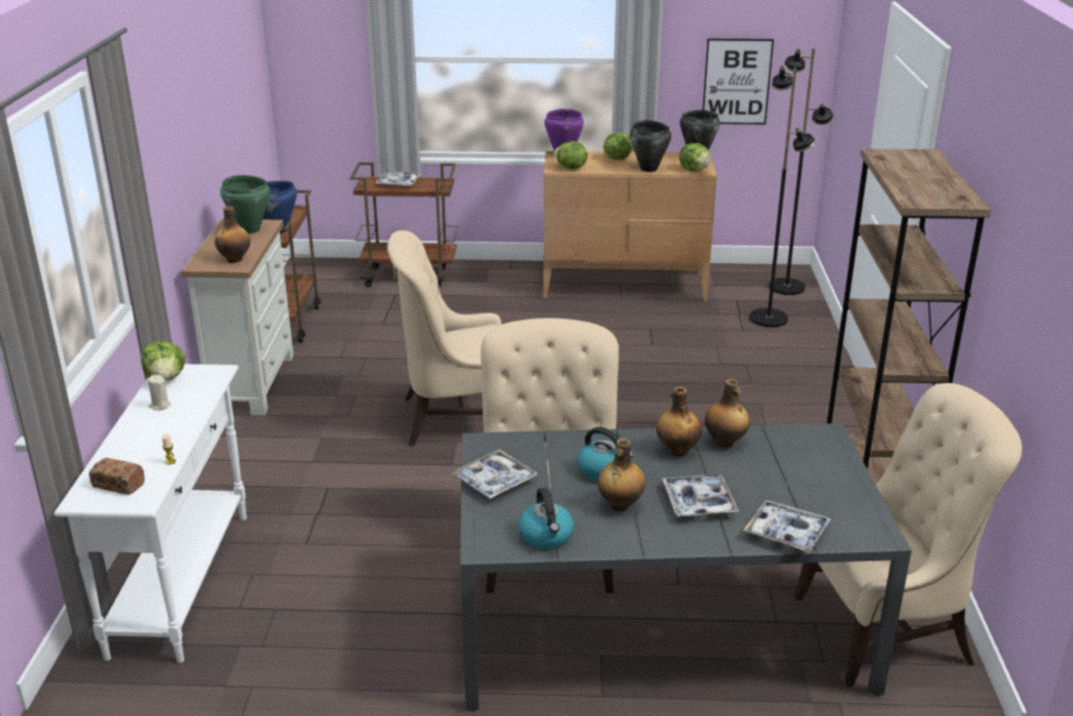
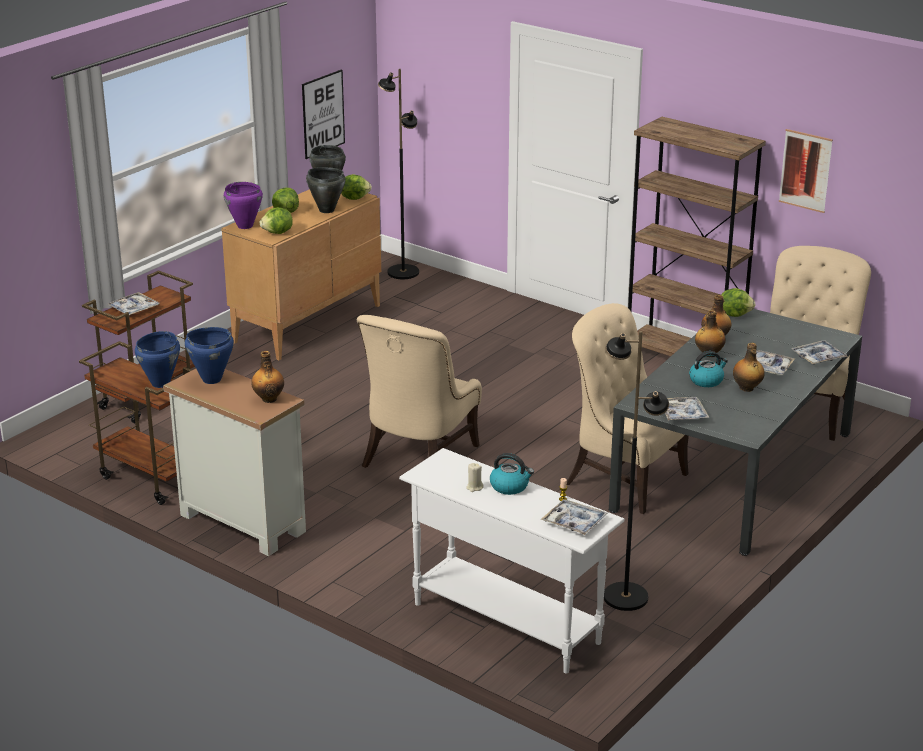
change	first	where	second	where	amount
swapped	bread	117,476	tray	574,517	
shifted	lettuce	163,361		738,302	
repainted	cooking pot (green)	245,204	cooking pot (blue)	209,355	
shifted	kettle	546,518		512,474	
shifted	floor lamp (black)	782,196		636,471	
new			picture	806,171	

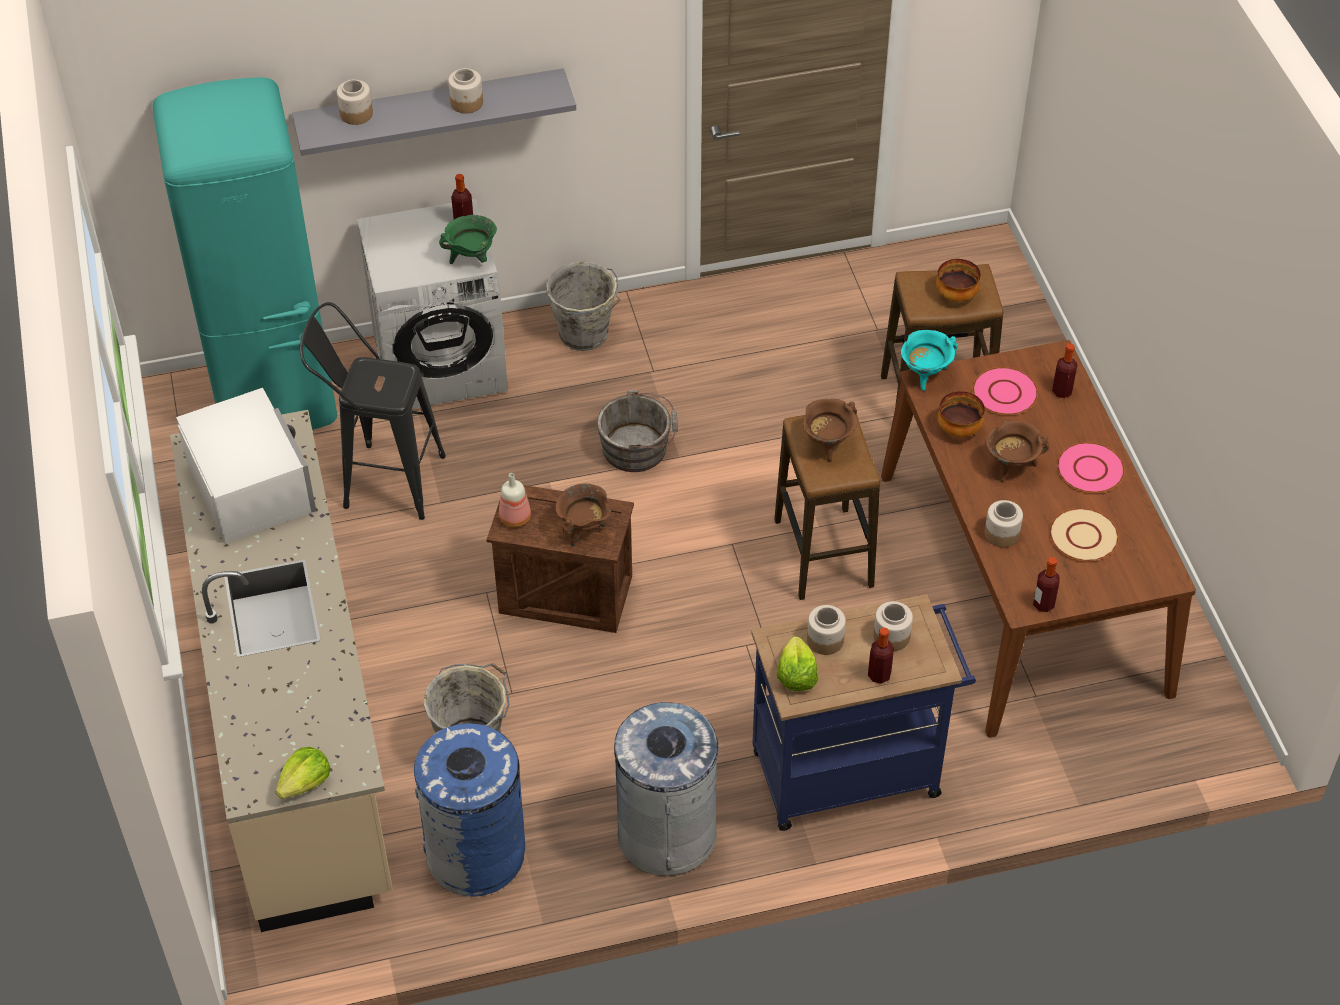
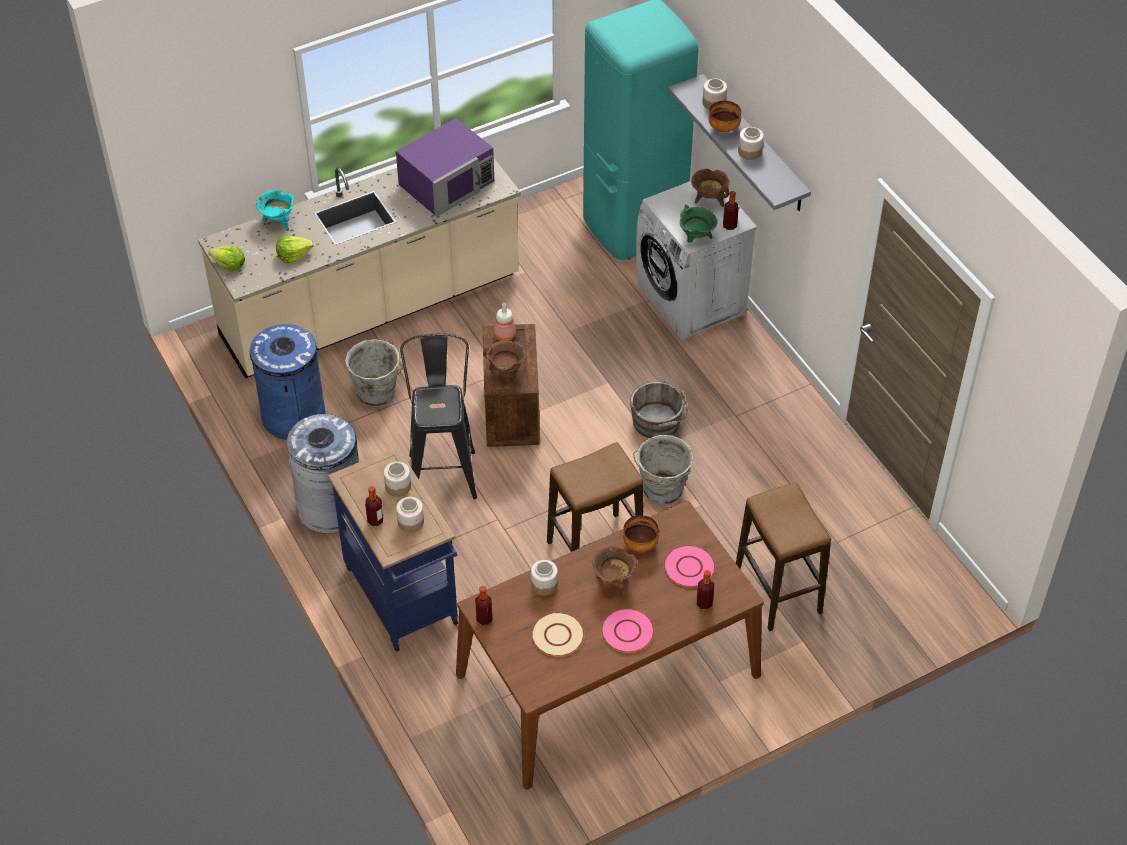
change	first	where	second	where	amount
repainted	microwave (white)	246,466	microwave (purple)	445,167	
shifted	stool (black)	373,411		438,416	
shifted	bucket (grey)	583,306		663,470	
shifted	lettuce	797,663		295,249	
shifted	cooking pot (brown)	830,430		710,188	
shifted	cooking pot (turquoise)	929,360		275,210	
shifted	bowl	958,280		724,117	

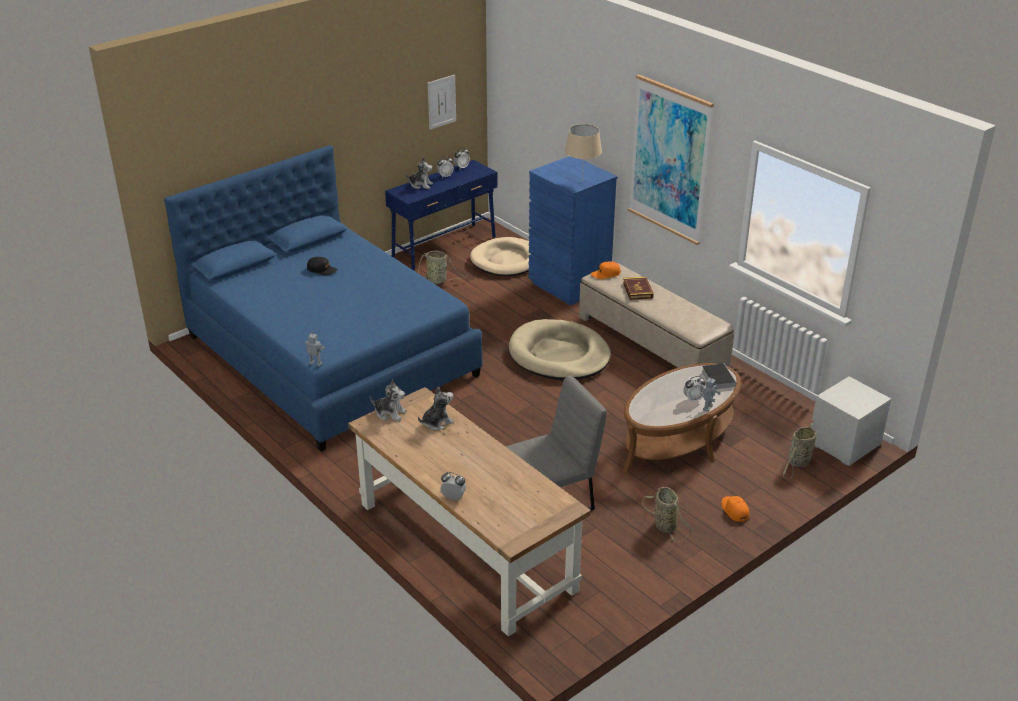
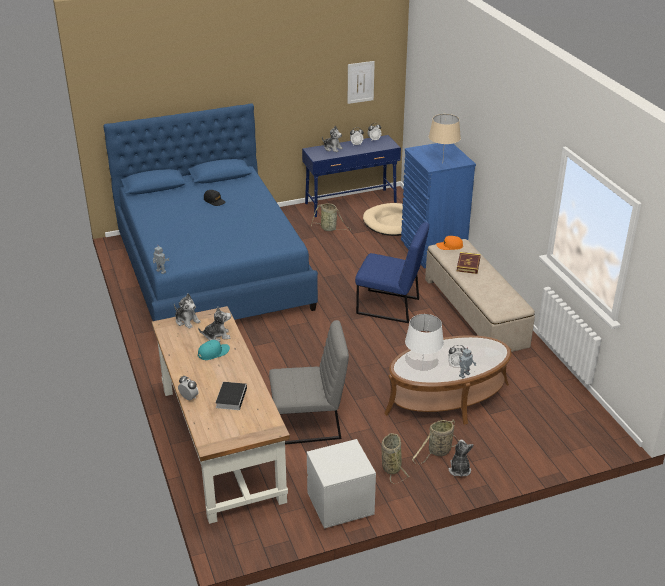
change	first	where	second	where	amount
swapped	dog bed (beige)	560,349	chair (blue)	392,272	
gone	picture	671,160			
shifted	book	719,376		231,396	
swapped	cap (orange)	735,509	plush toy	461,458	
shifted	basket	799,451		435,441	
shifted	nightstand (white)	851,421		341,484	
new			cap (turquoise)	214,350	
new			table lamp (white)	424,342	

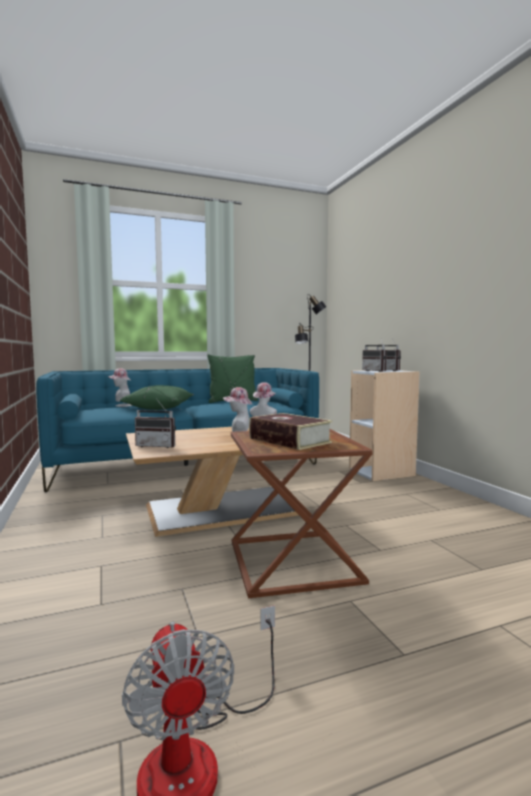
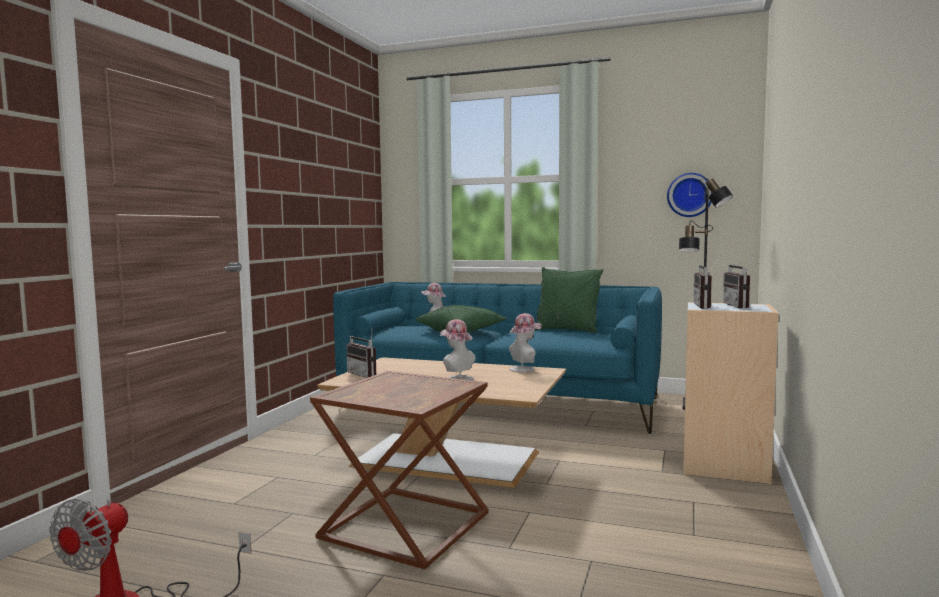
change	first	where	second	where	amount
gone	book	290,431			
new			wall clock	689,195	

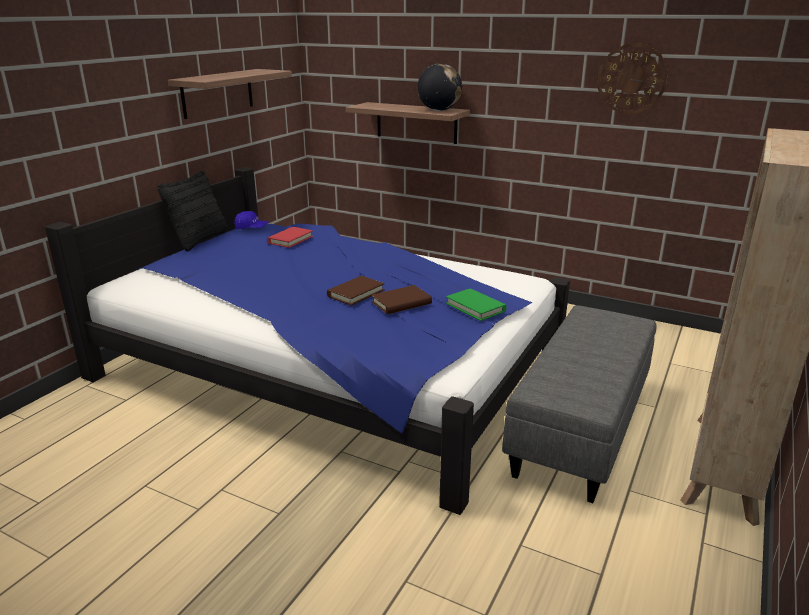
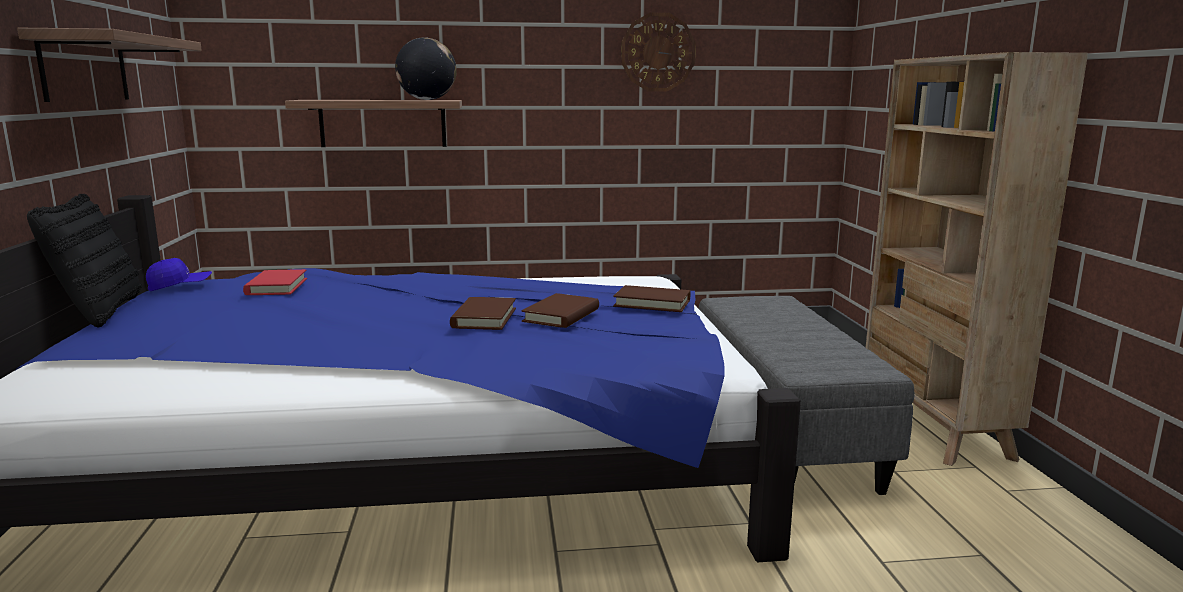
change	first	where	second	where	amount
repainted	book (green)	476,304	book (brown)	651,298	

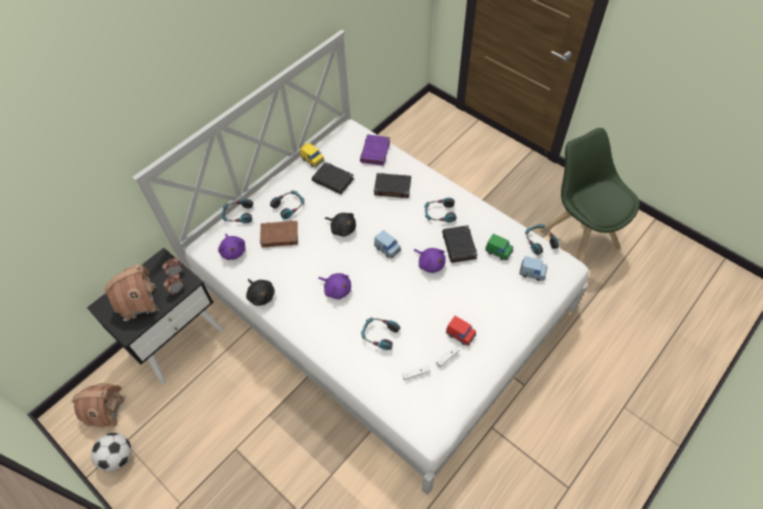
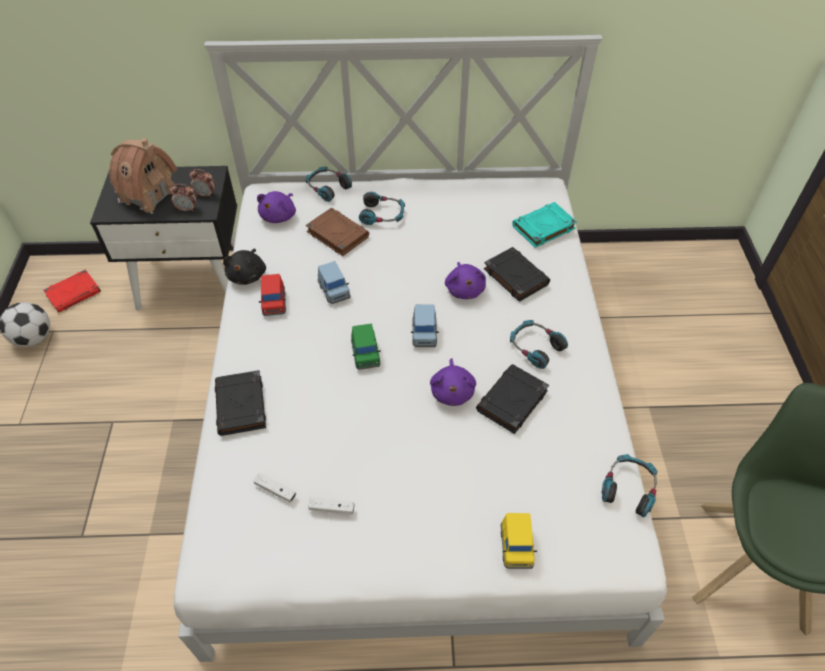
change	first	where	second	where	amount
swapped	toy house	99,405	book (red)	72,291	
shifted	toy car (yellow)	312,154		518,541	
shifted	book (black)	333,178		240,403	
shifted	plush toy (purple)	334,286		465,280	
gone	plush toy (black)	340,224			
repainted	book (purple)	375,150	book (turquoise)	544,225	
gone	headphones	380,333			
shifted	toy car (red)	461,331		272,295	
shifted	toy car (green)	499,247		366,347	
shifted	toy car (blue)	533,268		334,282	

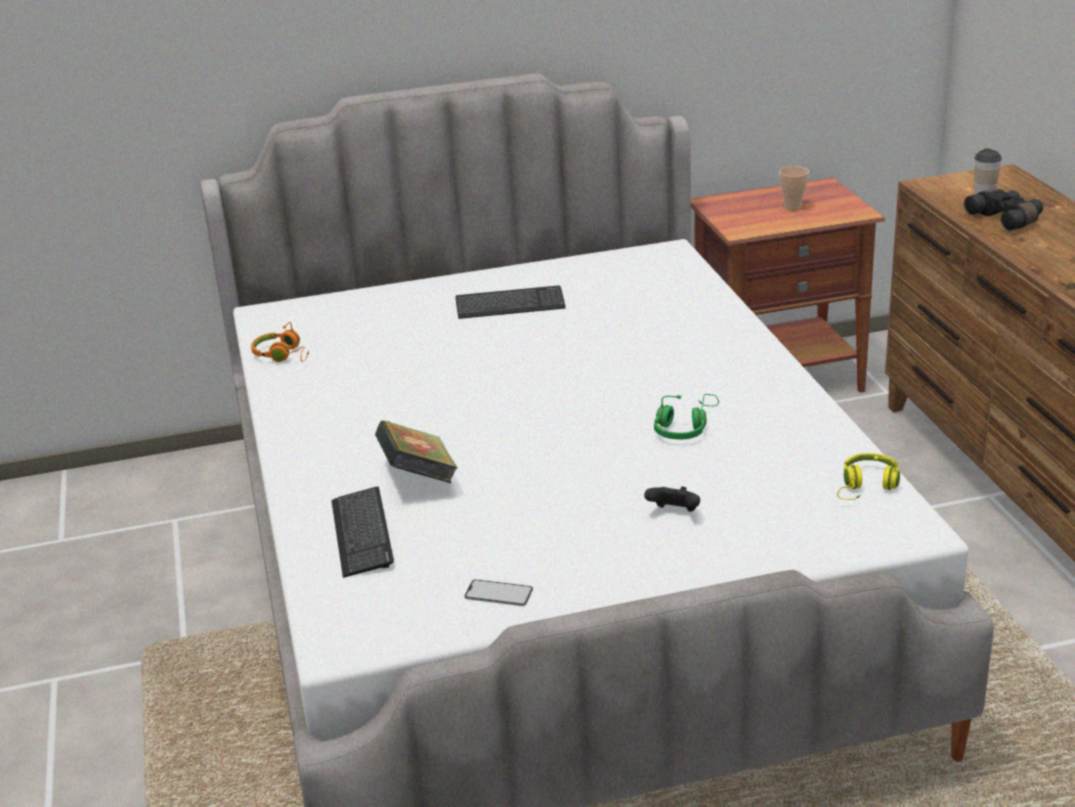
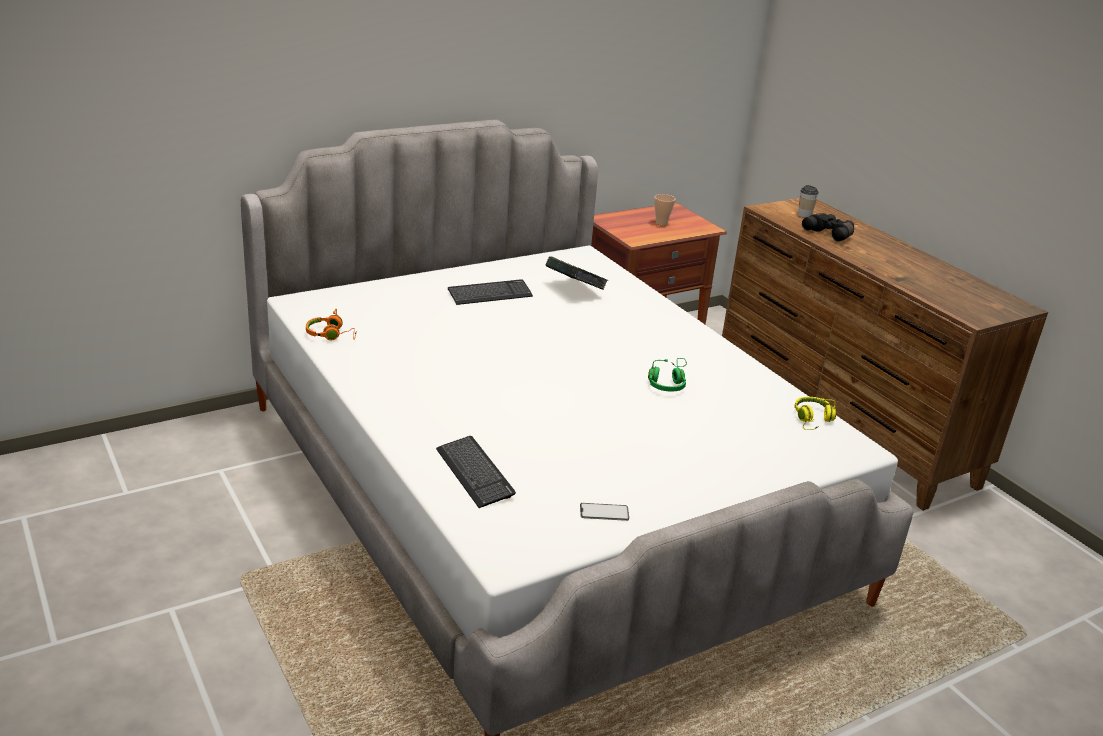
change	first	where	second	where	amount
shifted	book	416,452		577,273	
gone	game controller (black)	672,499			

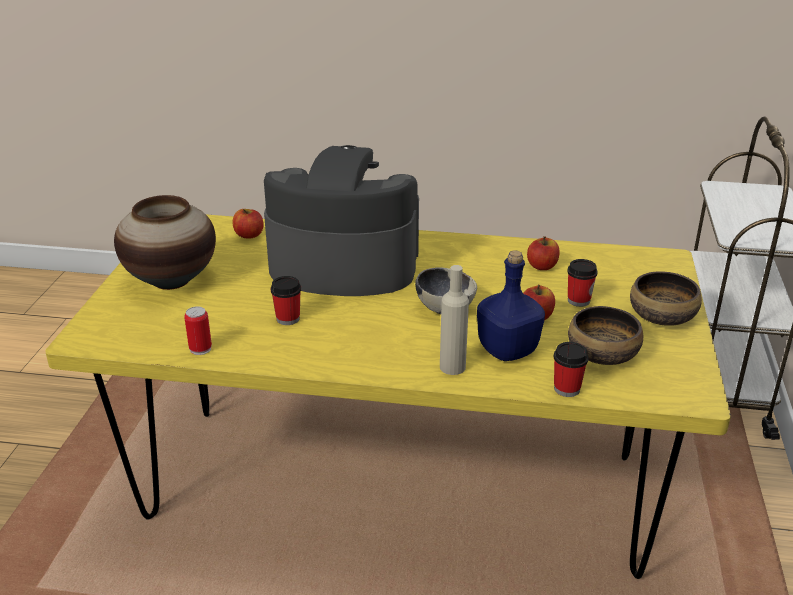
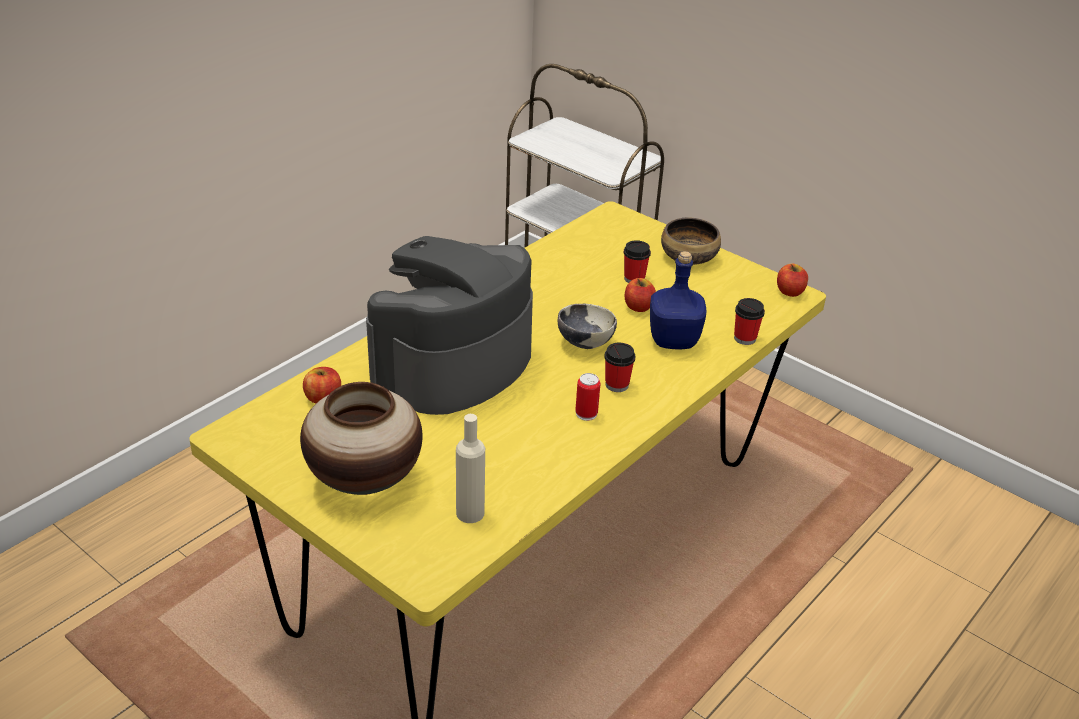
change	first	where	second	where	amount
shifted	can	198,330		587,397	
shifted	cup	286,300		619,367	
shifted	bottle (beige)	454,320		470,468	
shifted	apple	543,253		792,280	
gone	bowl	605,335			

